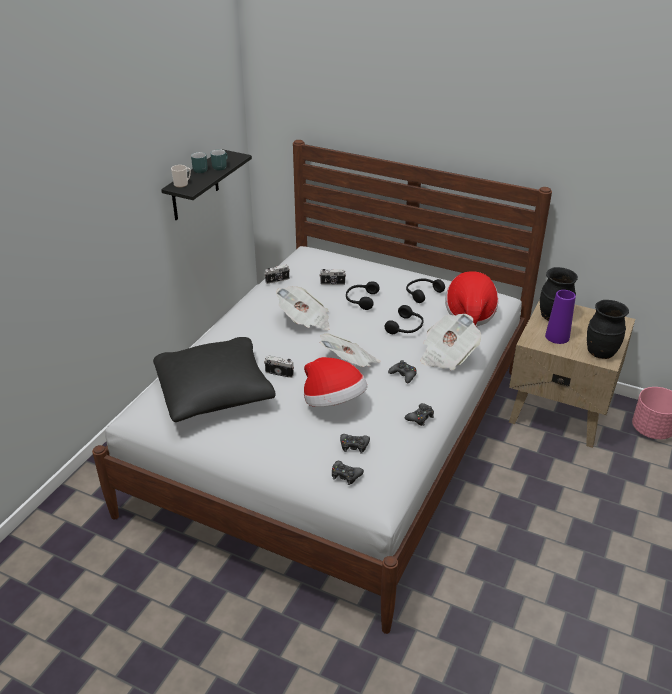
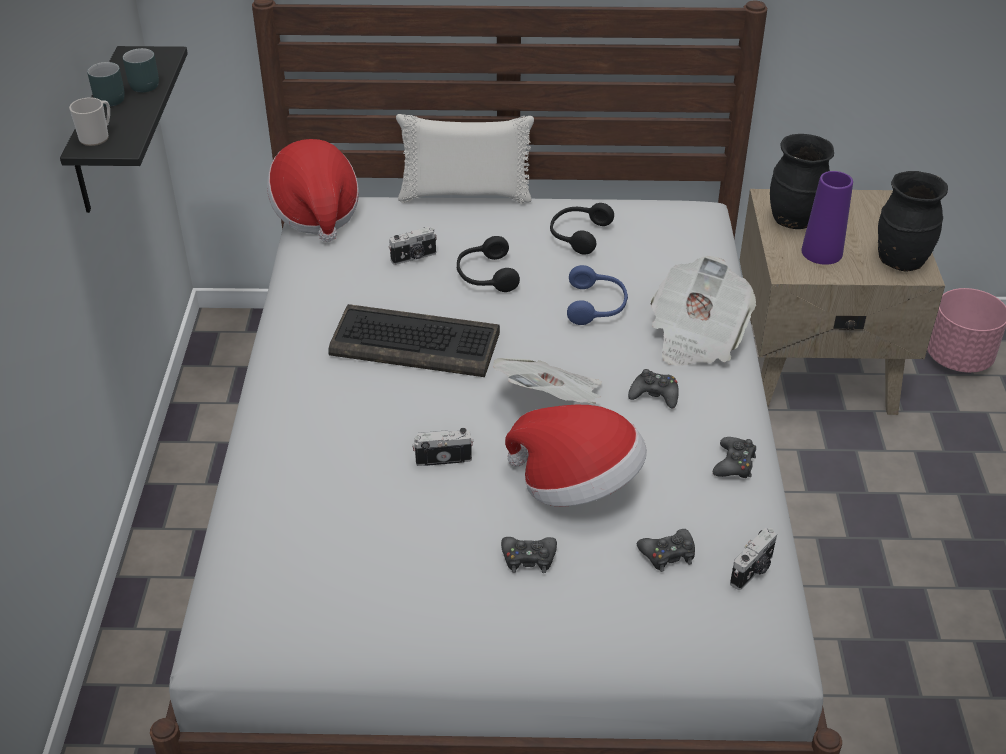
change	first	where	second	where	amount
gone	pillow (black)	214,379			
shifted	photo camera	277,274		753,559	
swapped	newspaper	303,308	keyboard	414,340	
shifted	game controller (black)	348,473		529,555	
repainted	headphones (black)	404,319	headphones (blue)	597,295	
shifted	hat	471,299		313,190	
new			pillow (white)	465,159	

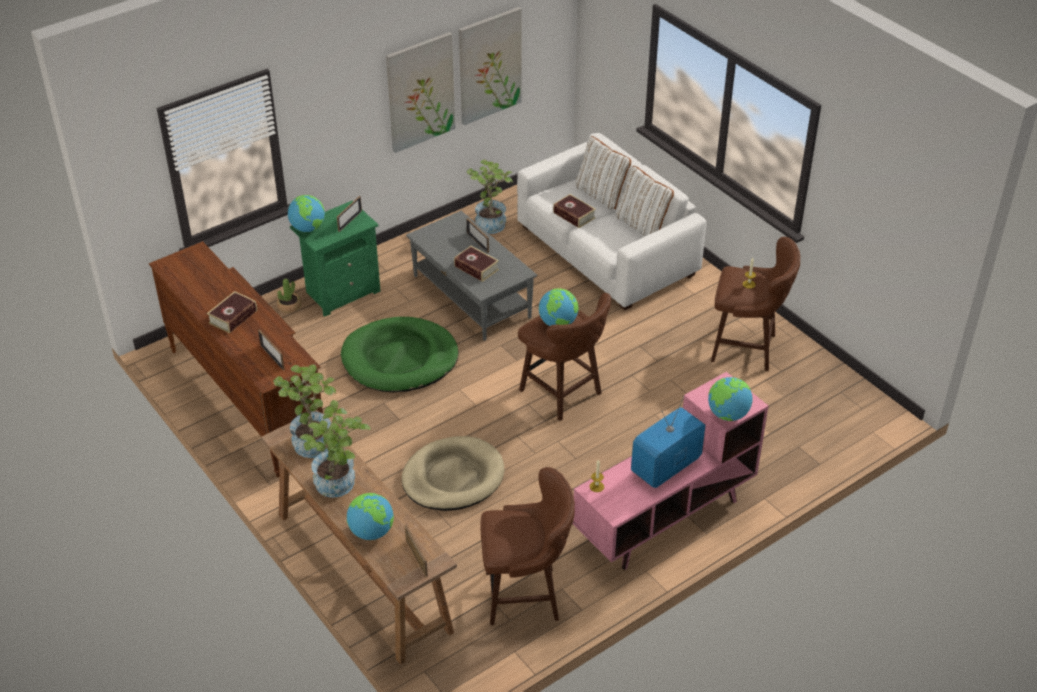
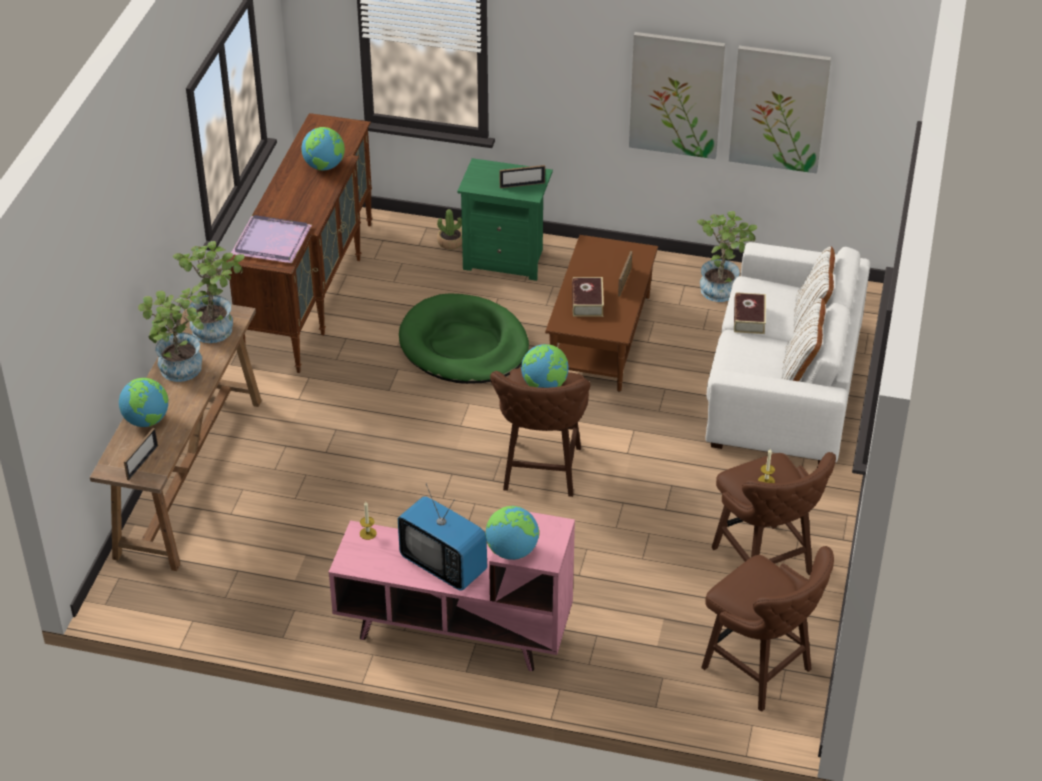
change	first	where	second	where	amount
gone	book	232,312			
swapped	picture frame	271,349	tray (purple)	271,239	
shifted	globe	306,213		323,148	
gone	dog bed (beige)	453,473			
repainted	coffee table (grey)	471,276	coffee table (brown)	601,313	
shifted	stool (brown)	527,546		767,629	
rotated	television	668,442		442,537	150 degrees counterclockwise

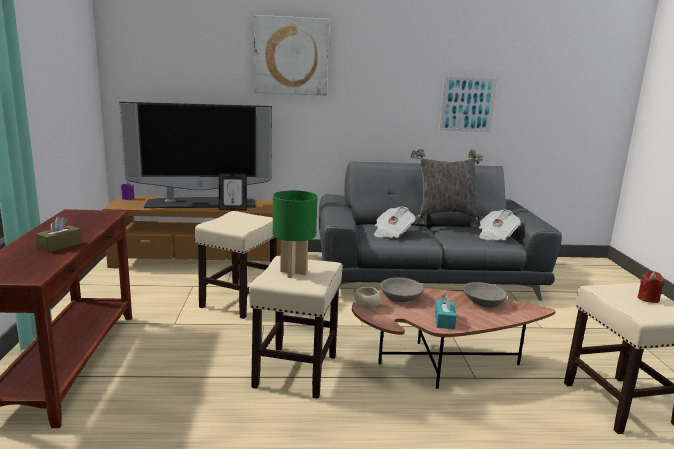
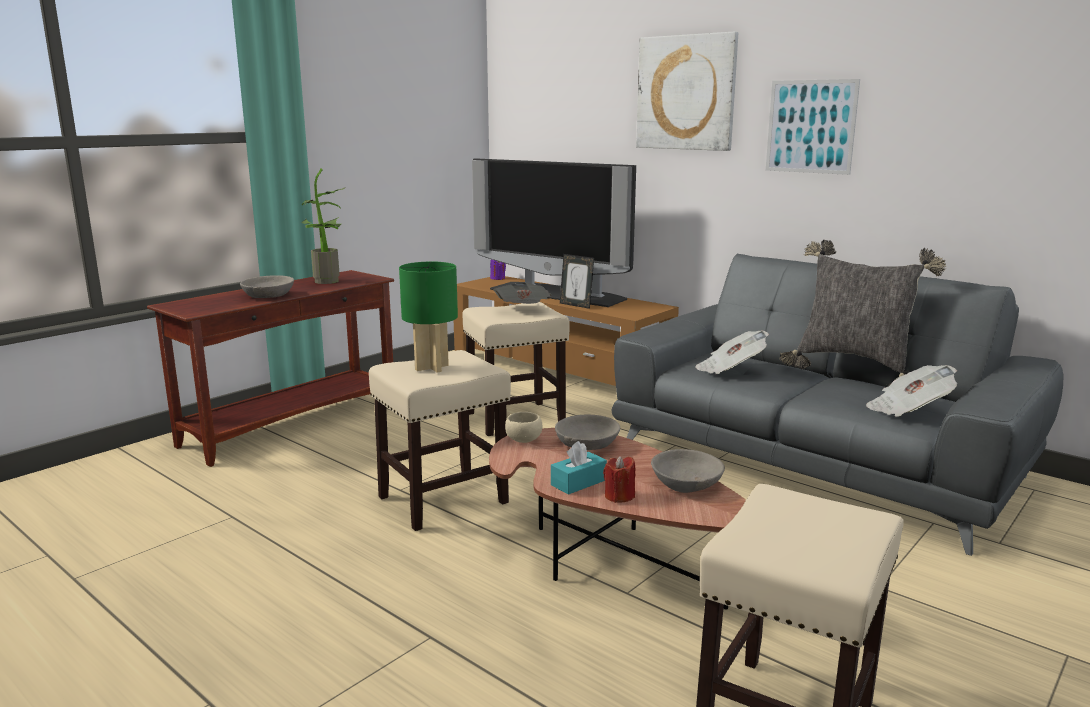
change	first	where	second	where	amount
swapped	tissue box (brown)	59,235	bowl (grey)	267,286	
shifted	picture	468,104		813,127	
shifted	candle (red)	651,287		619,479	
new			potted plant	323,226	
new			newspaper	522,293	

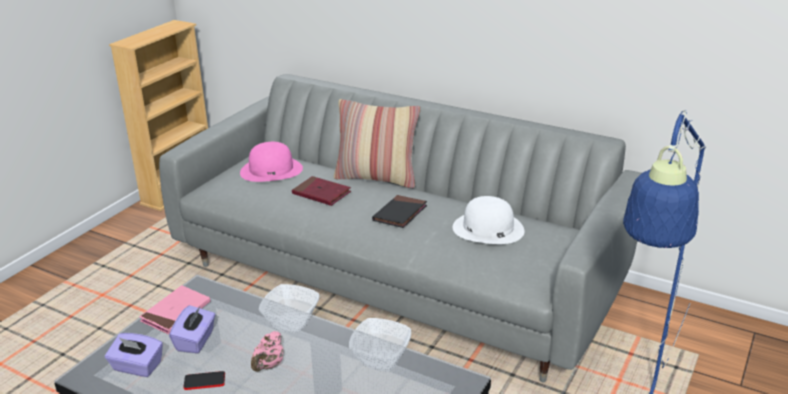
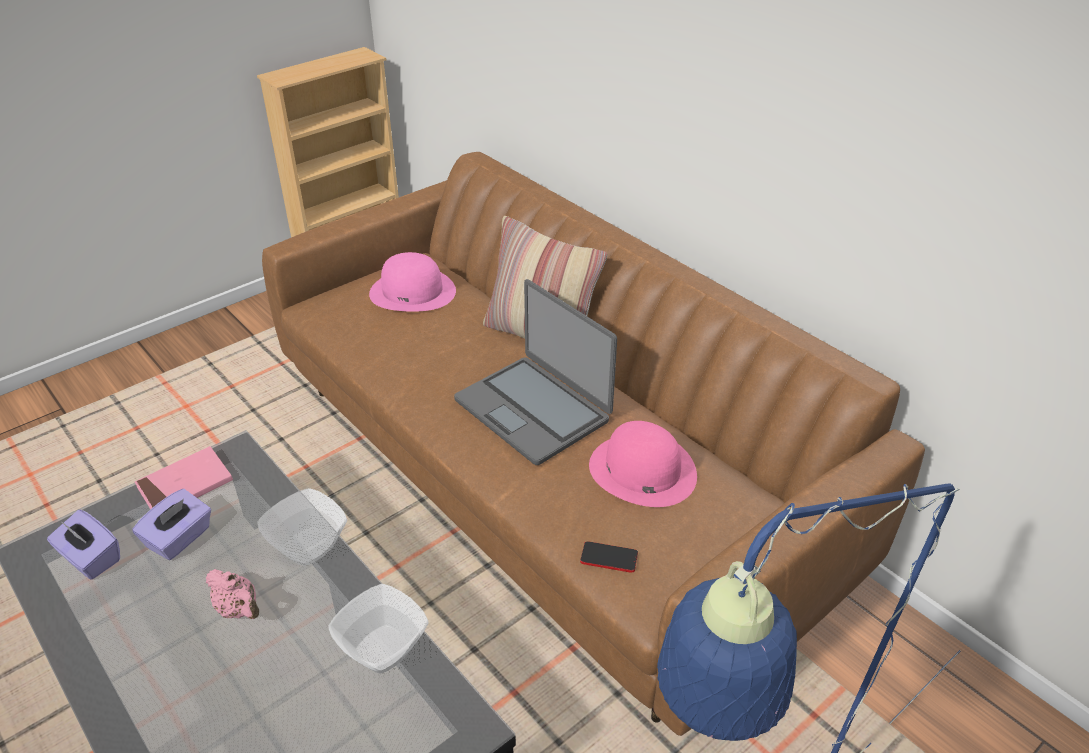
change	first	where	second	where	amount
repainted	sofa (grey)	400,228	sofa (brown)	593,444	
shifted	phone	204,380		609,557	
rotated	teapot (pink)	267,351		232,594	90 degrees counterclockwise
gone	book (red)	321,191			
swapped	book (black)	399,211	laptop	535,372	
repainted	hat (white)	489,220	hat (pink)	643,464	

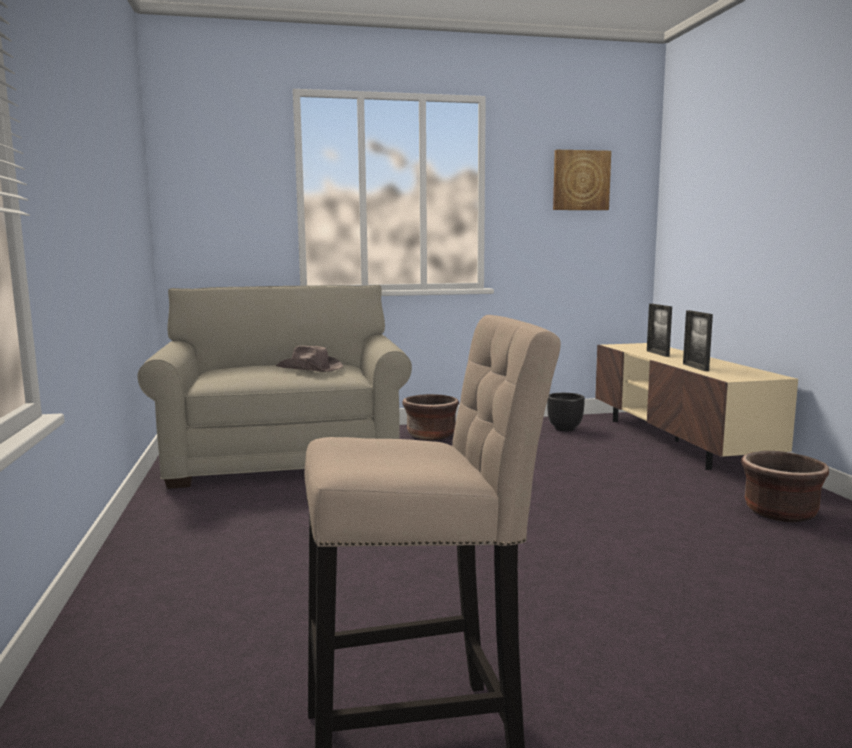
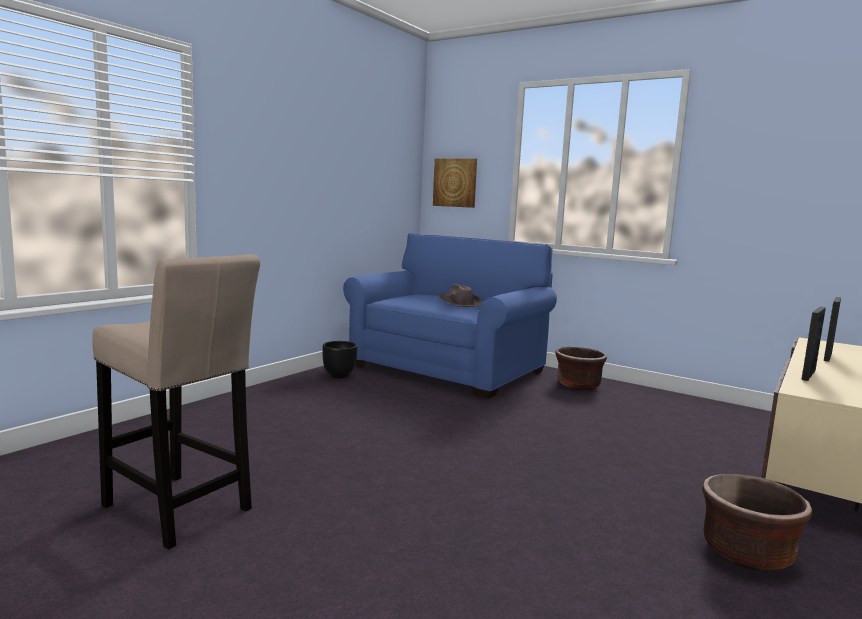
change	first	where	second	where	amount
repainted	sofa (beige)	275,387	sofa (blue)	450,315	
shifted	planter (black)	566,412		340,359	
shifted	picture	582,180		455,183	

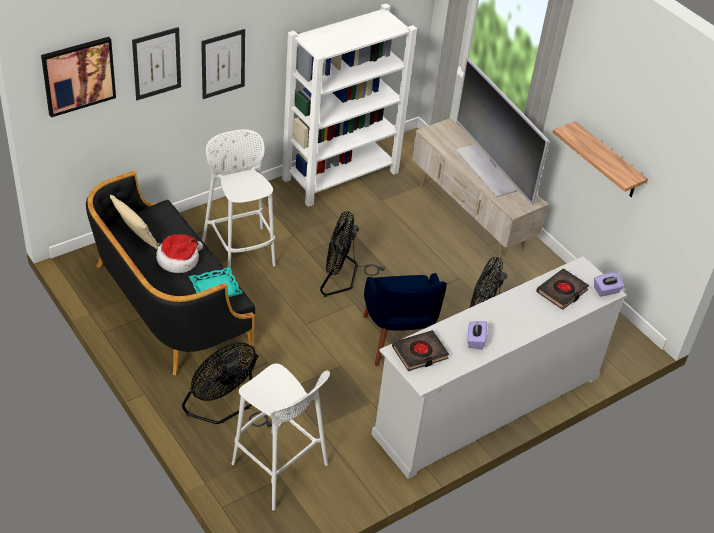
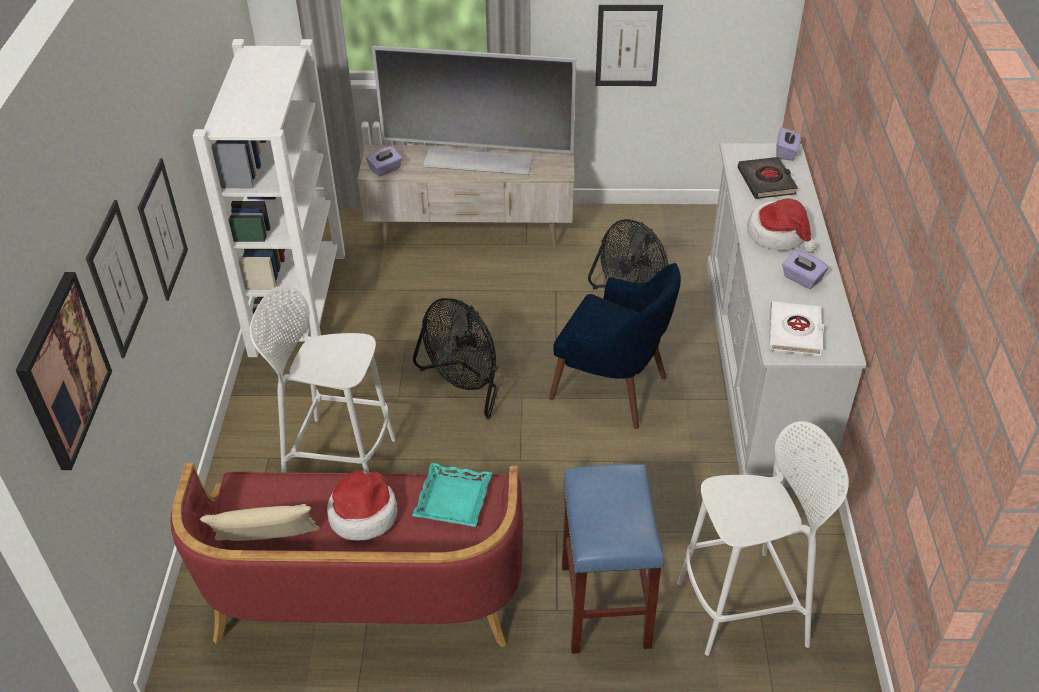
change	first	where	second	where	amount
repainted	sofa (black)	170,272	sofa (red)	346,555	
swapped	fan (black)	227,384	stool (blue)	613,559	
repainted	book (black)	420,350	book (white)	796,328	
swapped	shelf	600,159	picture	629,45	
new			tissue box (purple)	384,161	
new			hat	782,225	

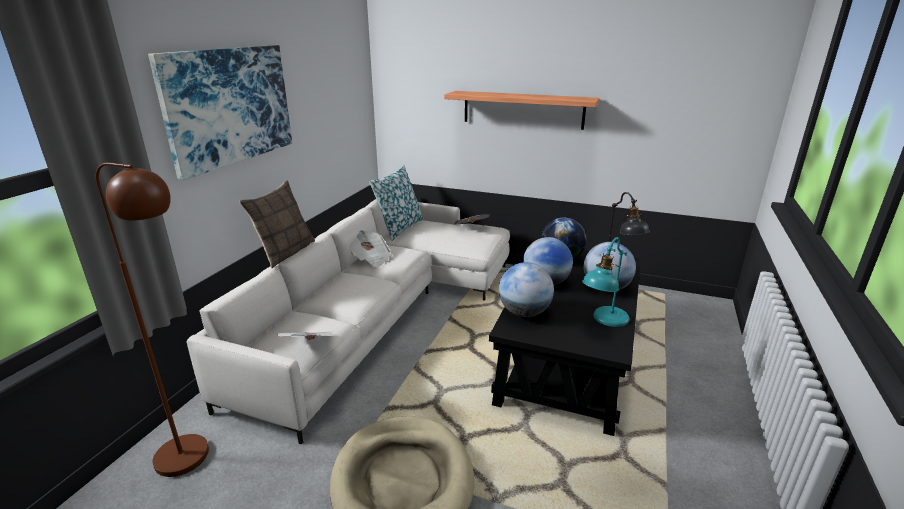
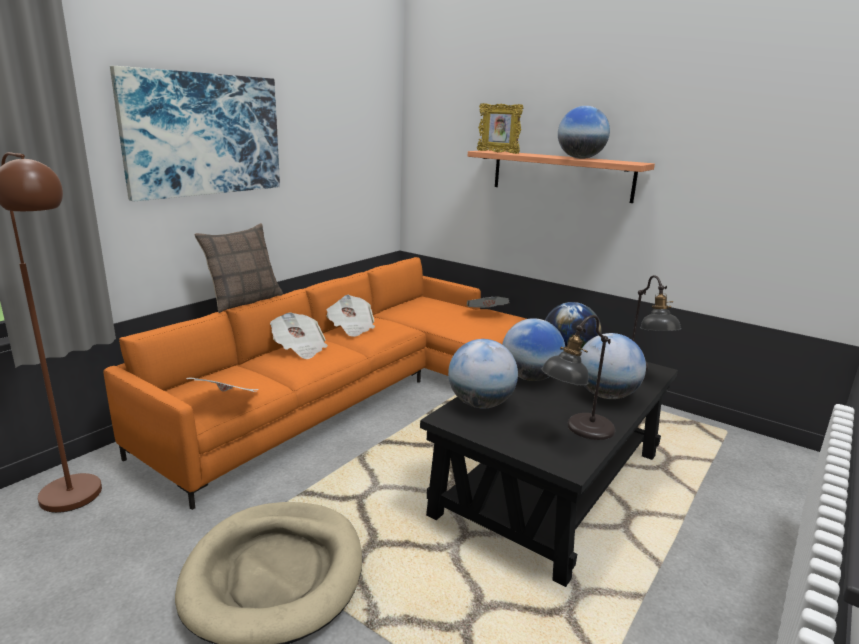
change	first	where	second	where	amount
repainted	sofa (white)	348,322	sofa (orange)	315,383	
gone	pillow	396,203			
repainted	table lamp (turquoise)	605,282	table lamp (grey)	578,377	
new			newspaper	298,335	
new			picture frame	500,128	
new			globe	584,132	

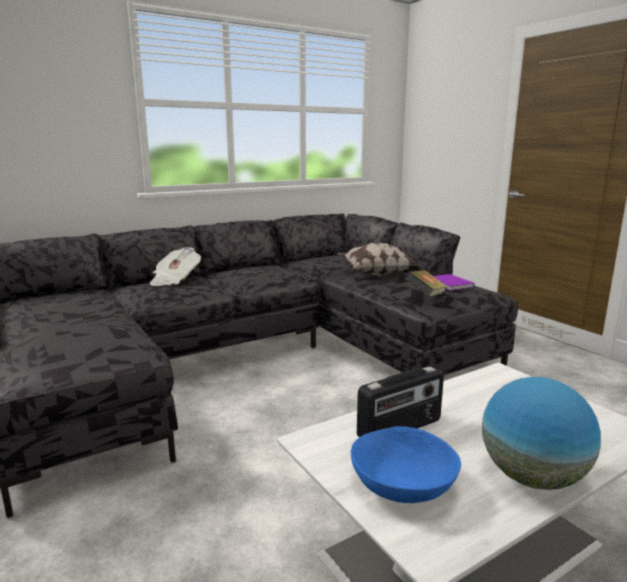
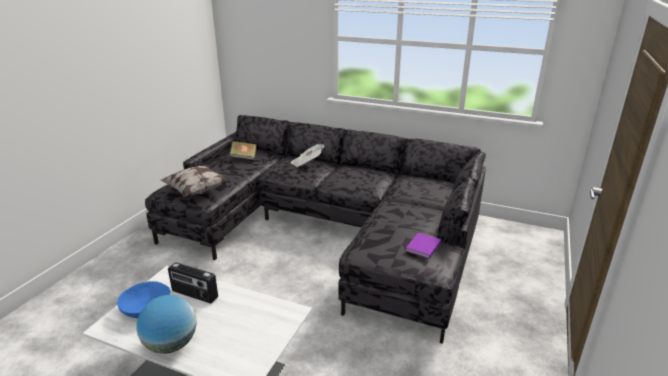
change	first	where	second	where	amount
shifted	pillow	379,259		195,181	
shifted	book	426,283		243,150	

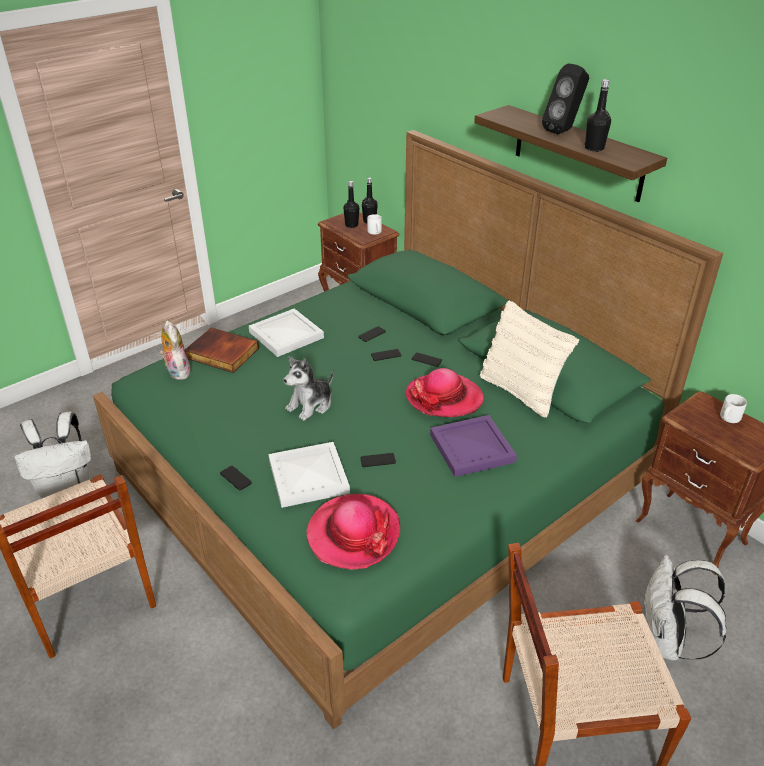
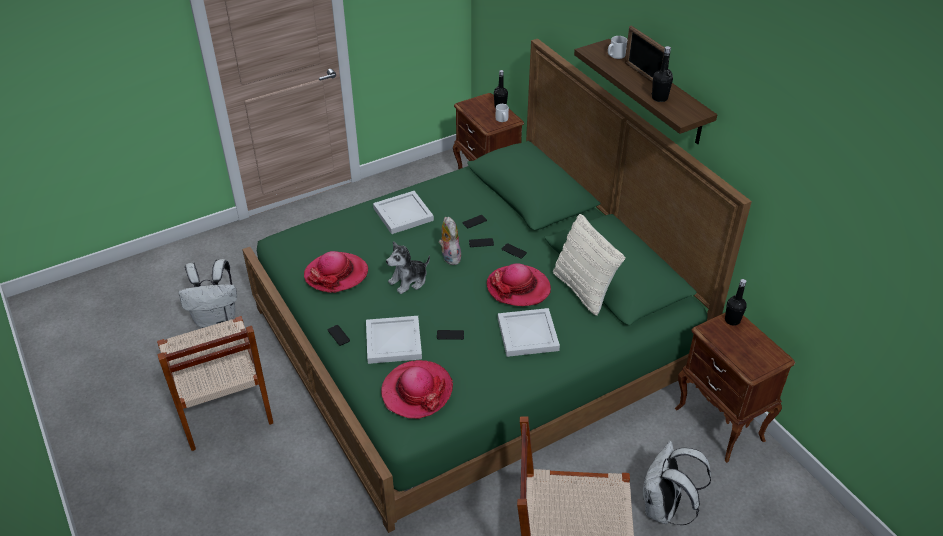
change	first	where	second	where	amount
shifted	plush toy	175,350		449,241	
gone	book	222,350			
shifted	bottle (black)	351,204		736,302	
repainted	tray (purple)	473,446	tray (white)	529,332	
swapped	speaker (black)	565,98	picture frame	645,54	
shifted	mug (white)	733,408		617,47	
new			hat	336,272	

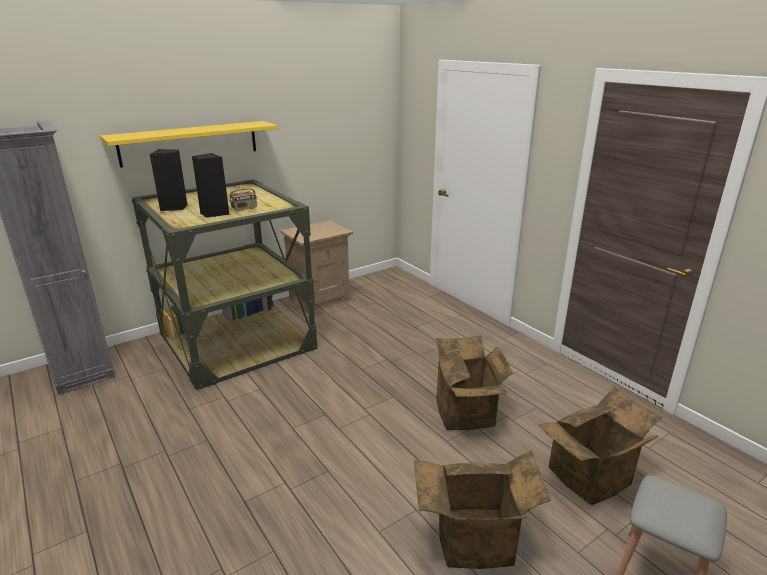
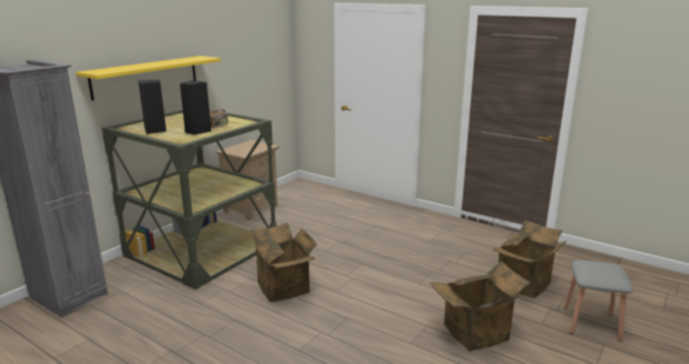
change	first	where	second	where	amount
shifted	cardboard box	474,383		284,262	

